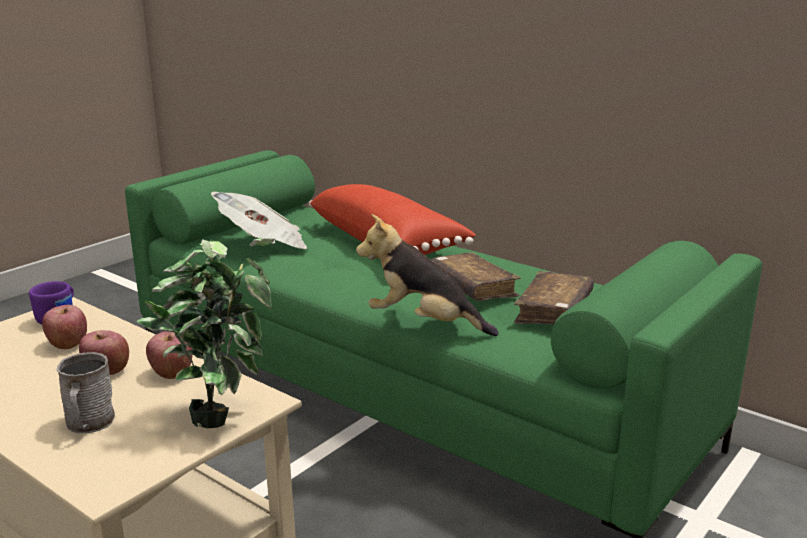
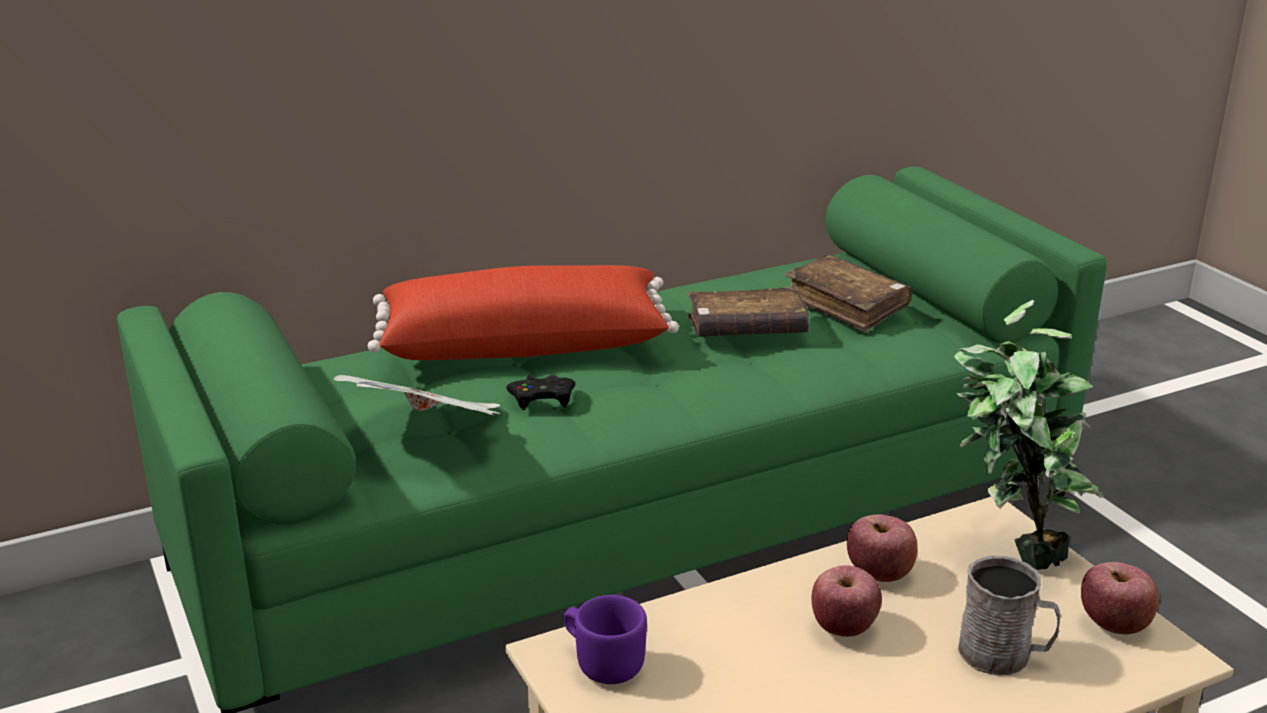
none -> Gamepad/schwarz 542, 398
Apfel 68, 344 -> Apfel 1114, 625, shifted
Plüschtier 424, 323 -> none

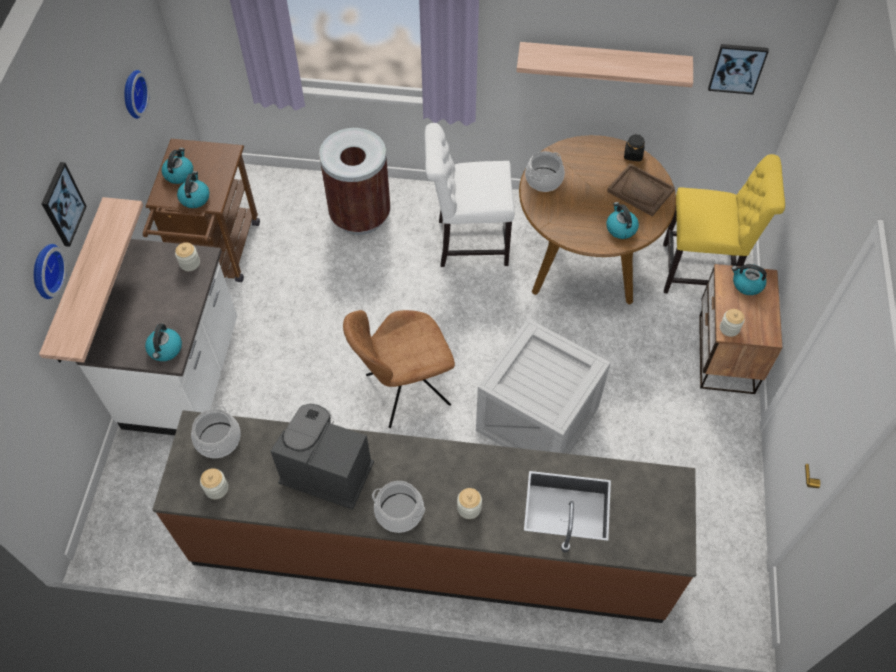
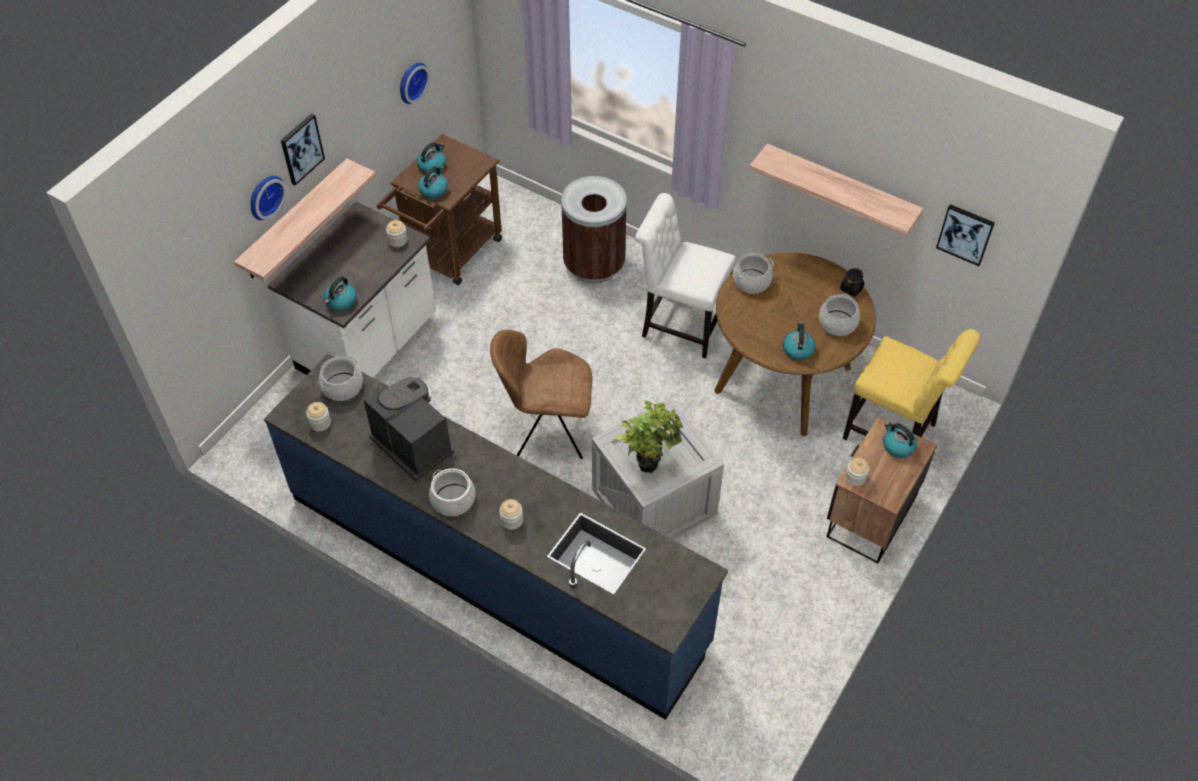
Küchenzeile/braun 430, 547 -> Küchenzeile/blau 496, 568
none -> Topfpflanze 649, 461
Tablett/braun 640, 191 -> Kochtopf 838, 323

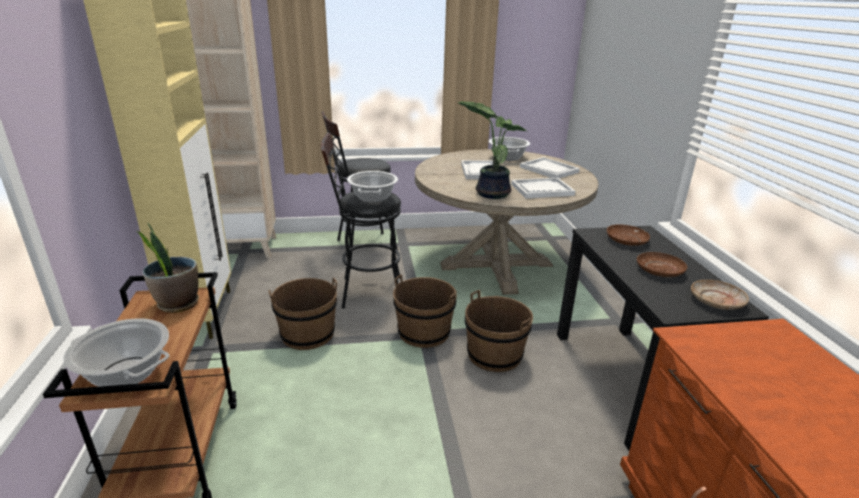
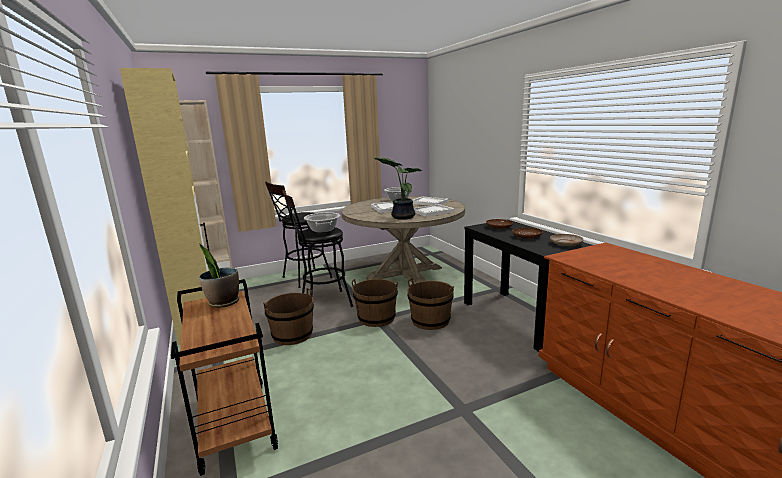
Kochtopf 126, 373 -> none

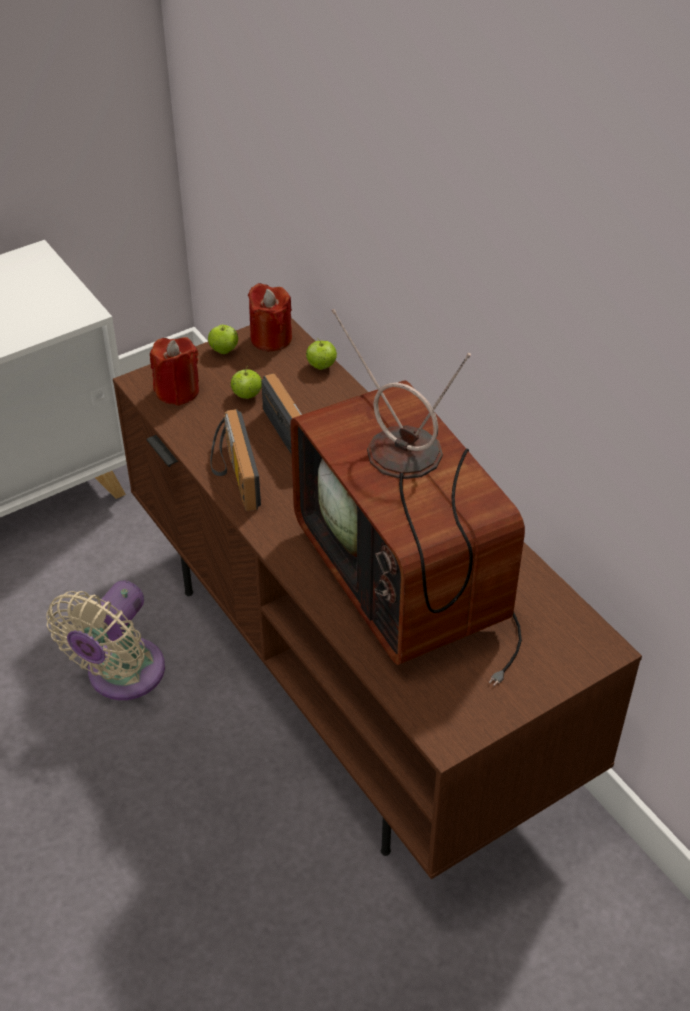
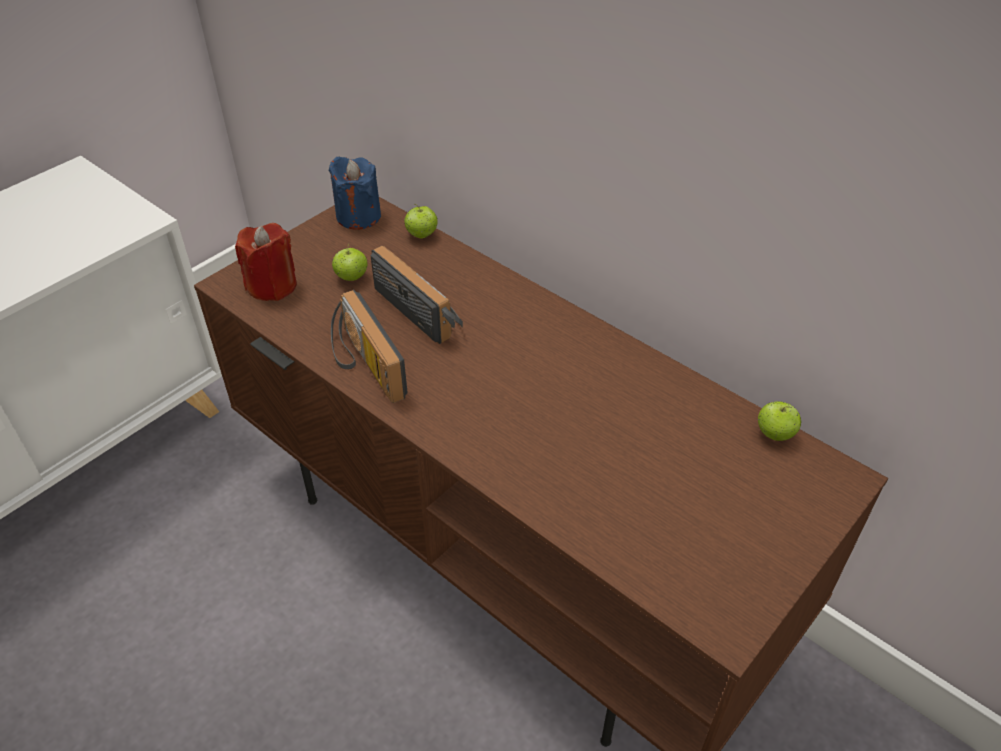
Kerze/rot 271, 338 -> Kerze/blau 358, 216
Apfel 224, 350 -> Apfel 774, 434, shifted
Ventilator/beige 121, 676 -> none
Fernseher 410, 581 -> none

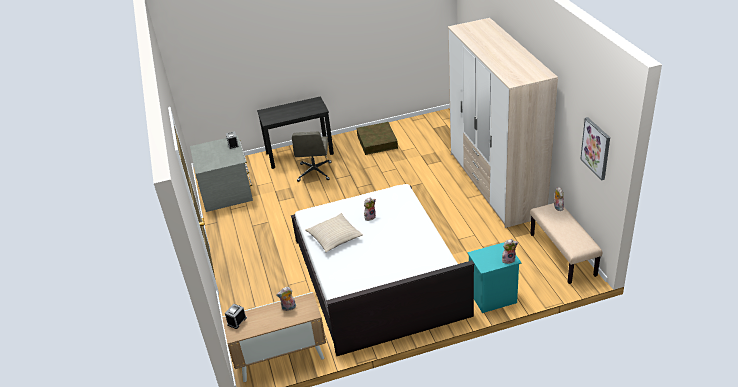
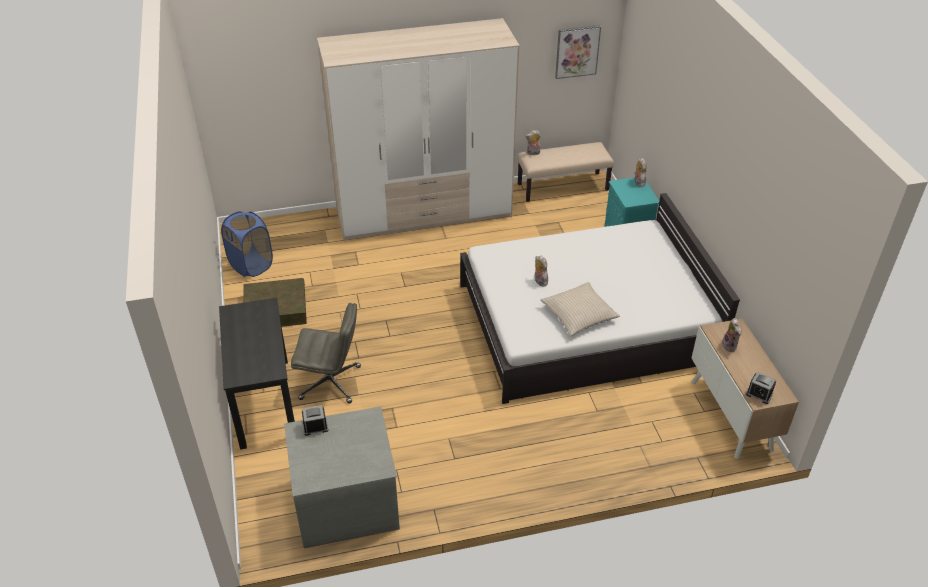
none -> Wäschekorb/blau 251, 265

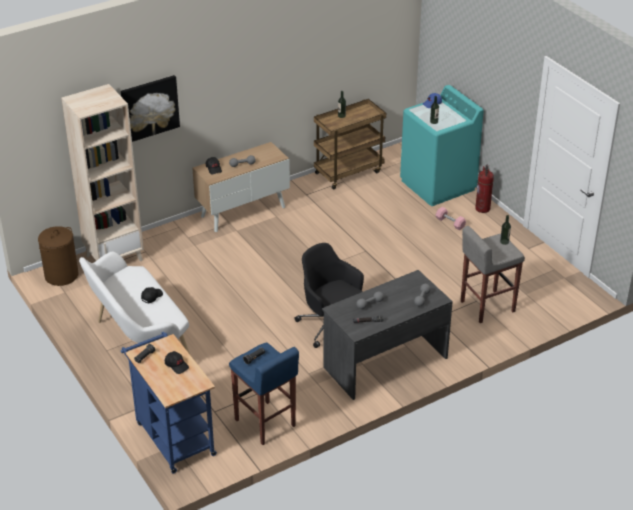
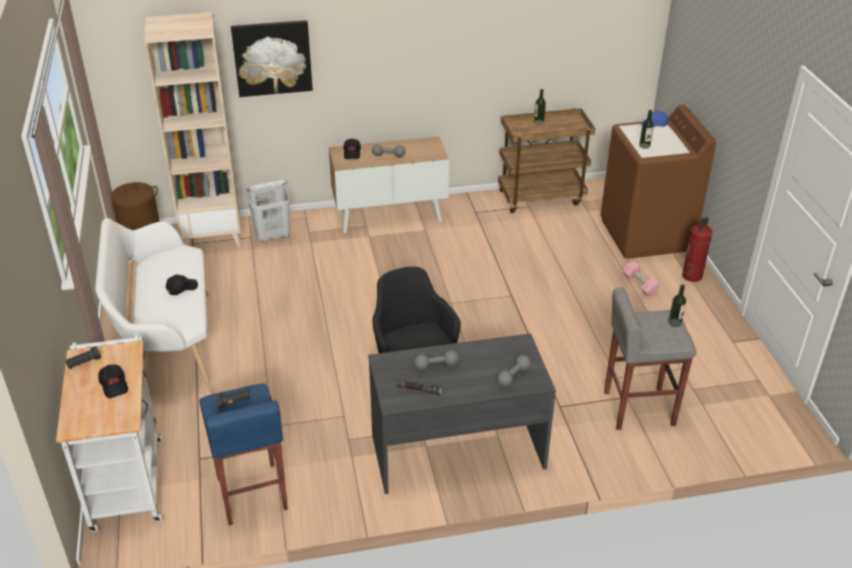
Rollwagen/blau 172, 436 -> Rollwagen/weiß 127, 477
none -> Wäschekorb/weiß 273, 236
Waschmaschine/türkis 438, 185 -> Waschmaschine/braun 646, 235

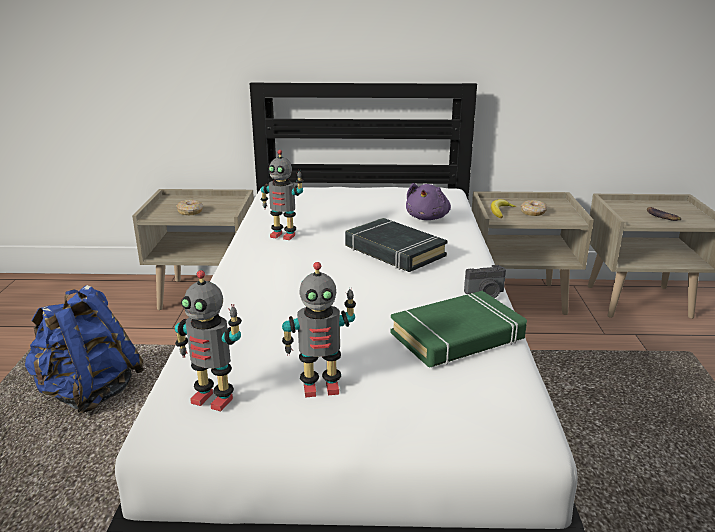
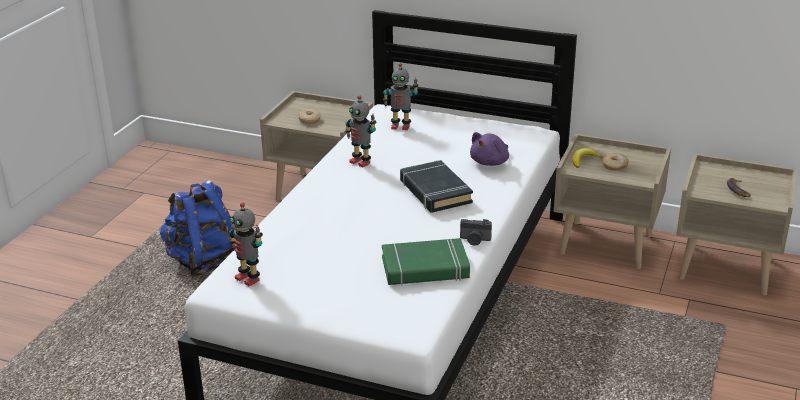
Spielzeugroboter 320, 387 -> Spielzeugroboter 400, 126, shifted

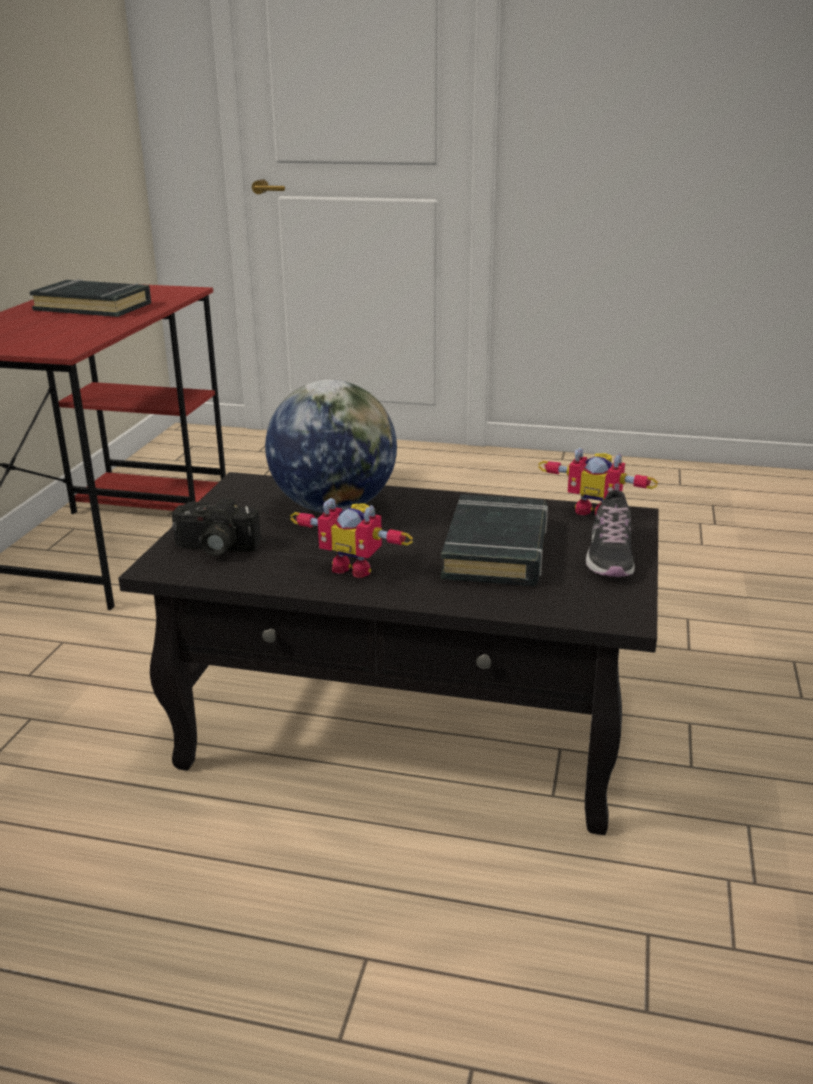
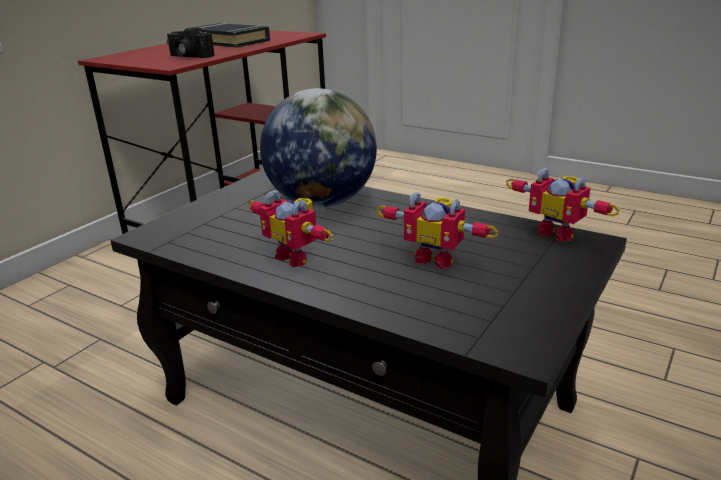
Kamera 214, 548 -> Kamera 188, 56, shifted
Buch/schwarz 497, 550 -> Spielzeugroboter 436, 258
Schuh 610, 555 -> none

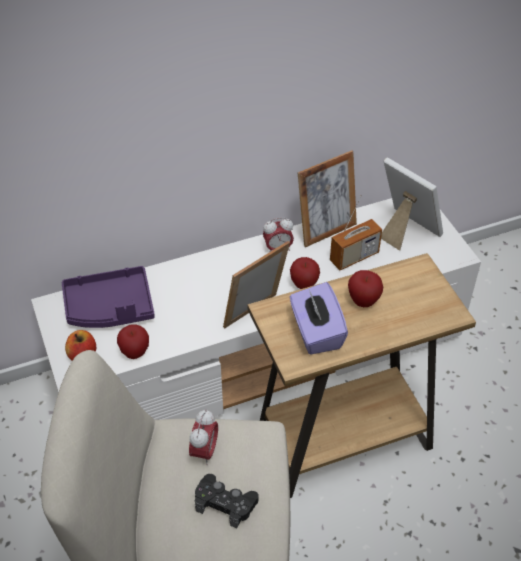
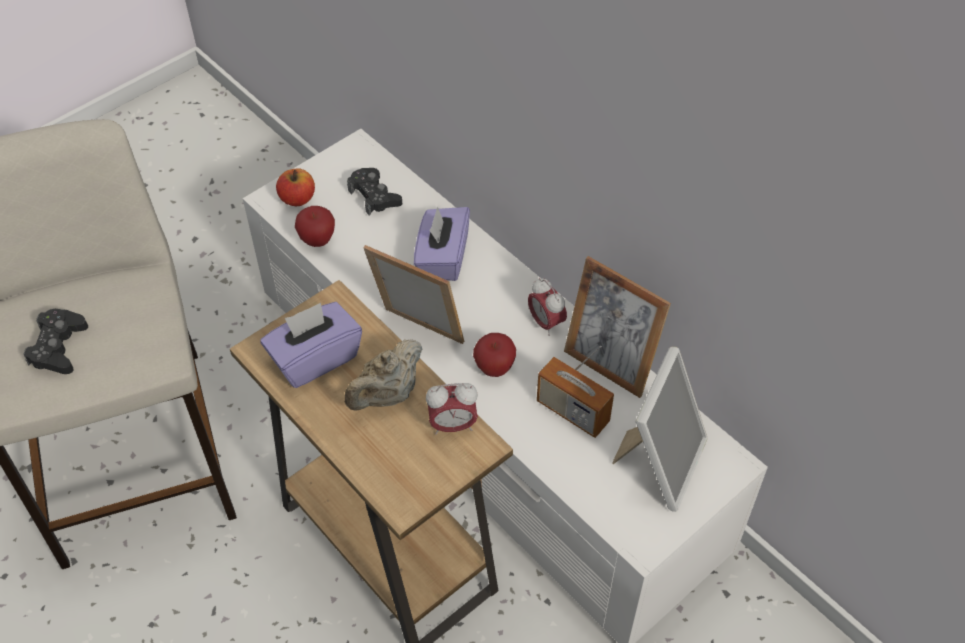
Apfel 363, 301 -> Teekanne/beige 387, 395
Tablett/lila 110, 308 -> Gamepad/schwarz 374, 196
none -> Taschentuchbox/lila 442, 258
Wecker 204, 451 -> Wecker 452, 425, shifted

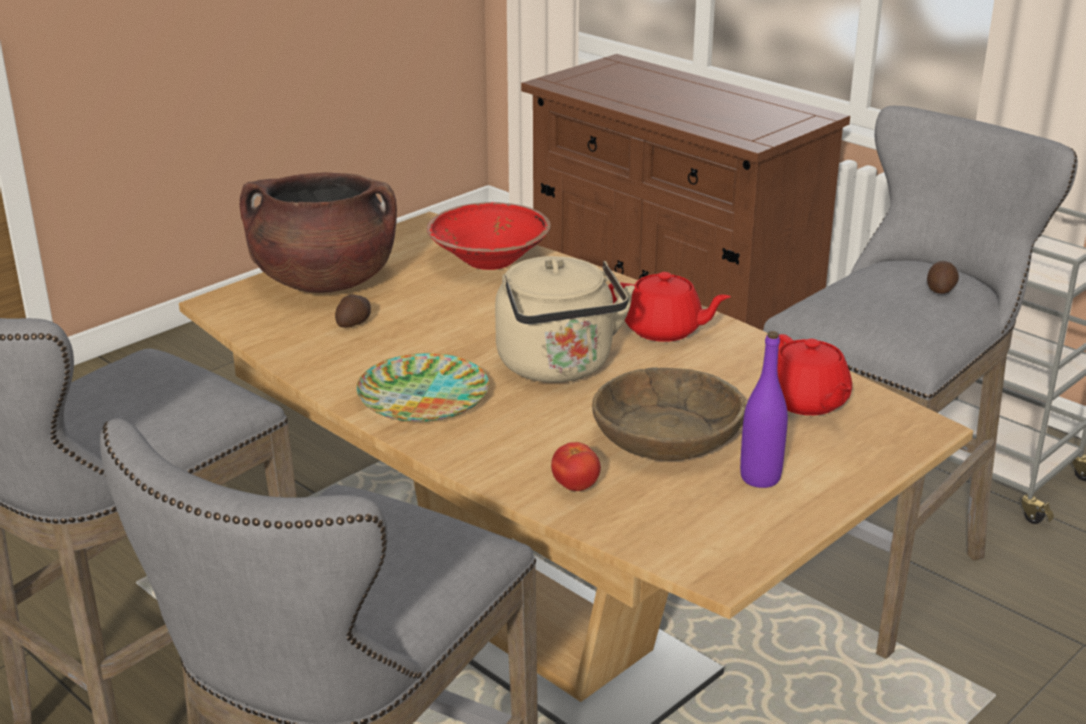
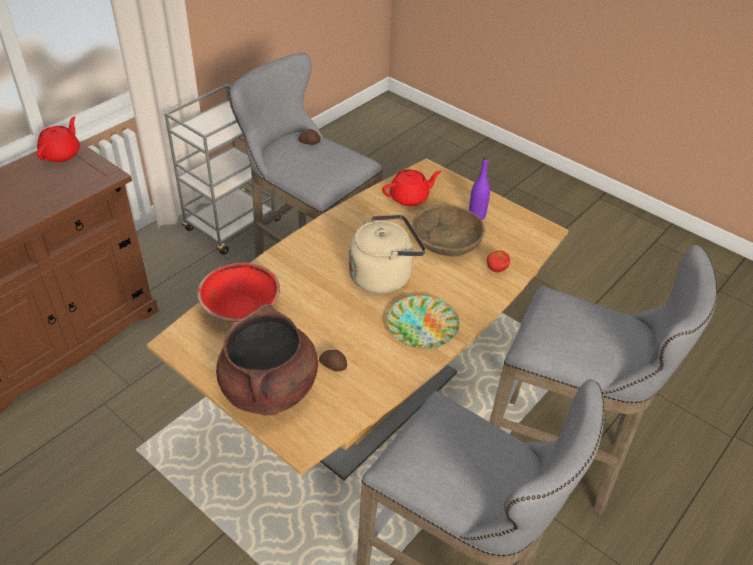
Teekanne/rot 664, 330 -> Teekanne/rot 61, 154, shifted

